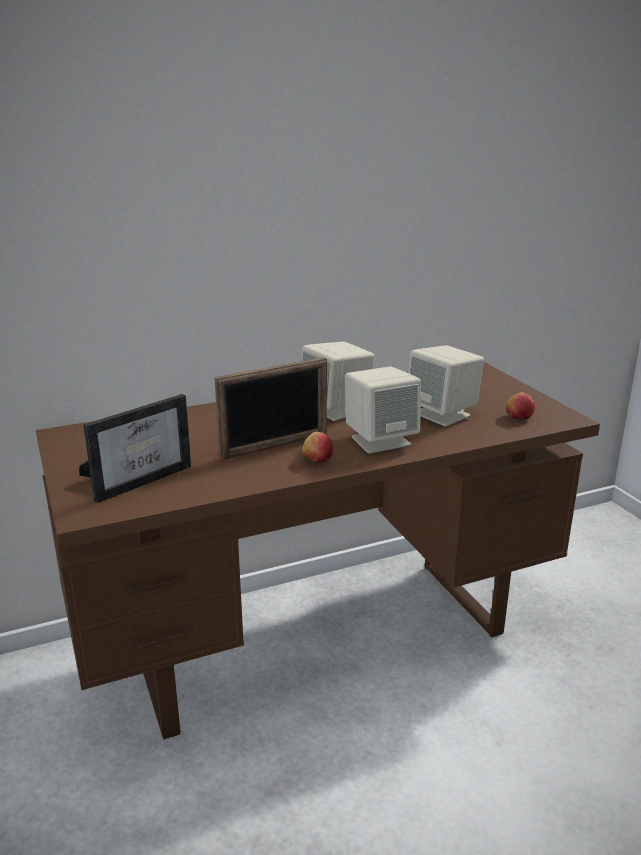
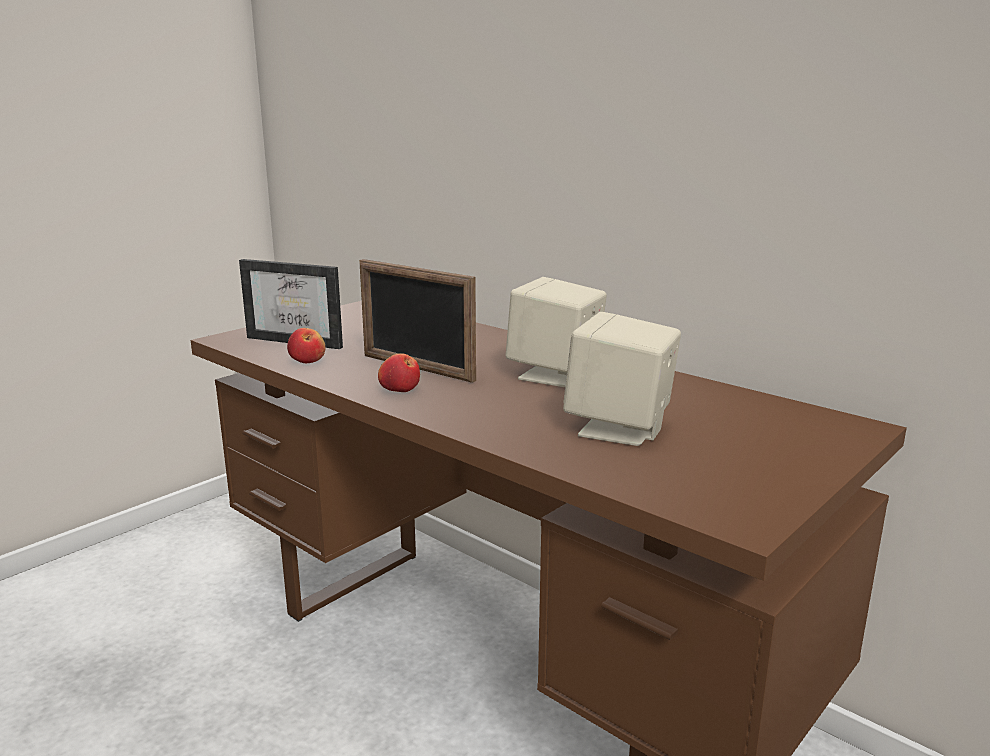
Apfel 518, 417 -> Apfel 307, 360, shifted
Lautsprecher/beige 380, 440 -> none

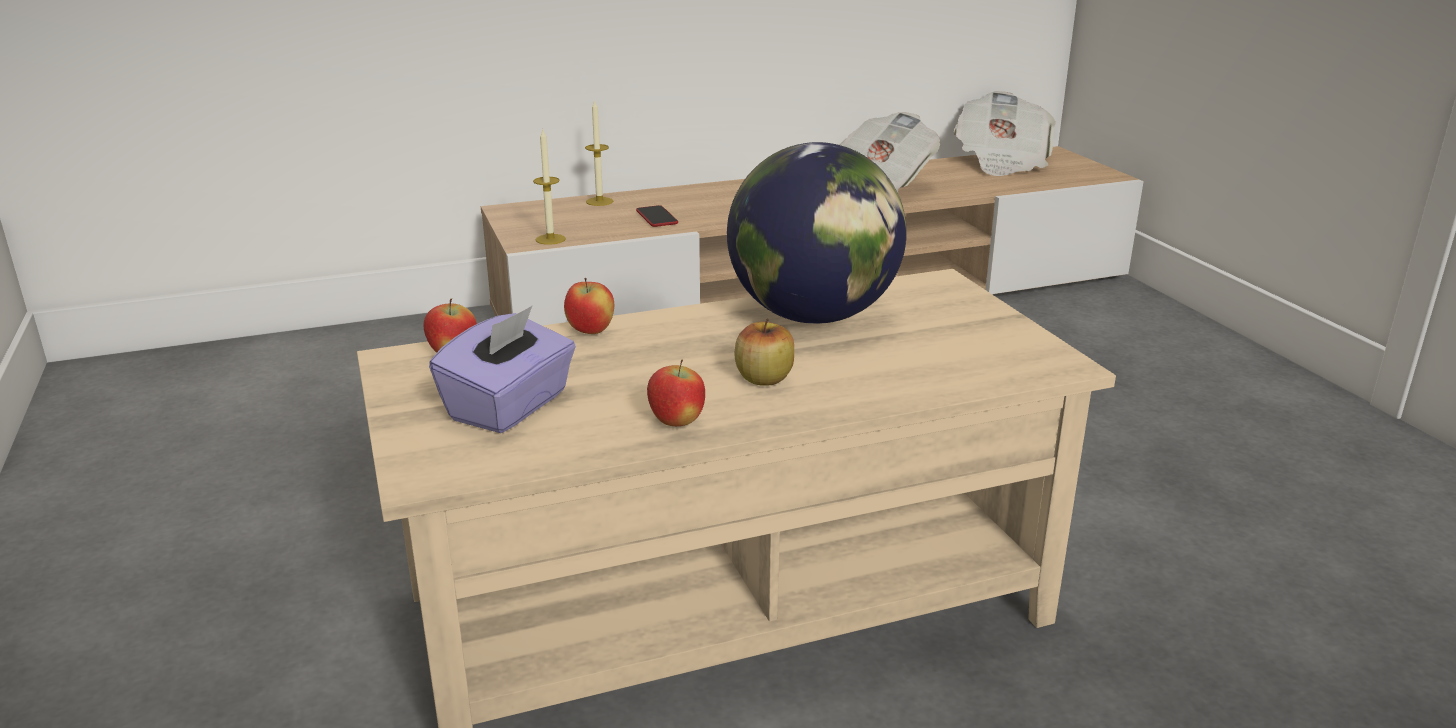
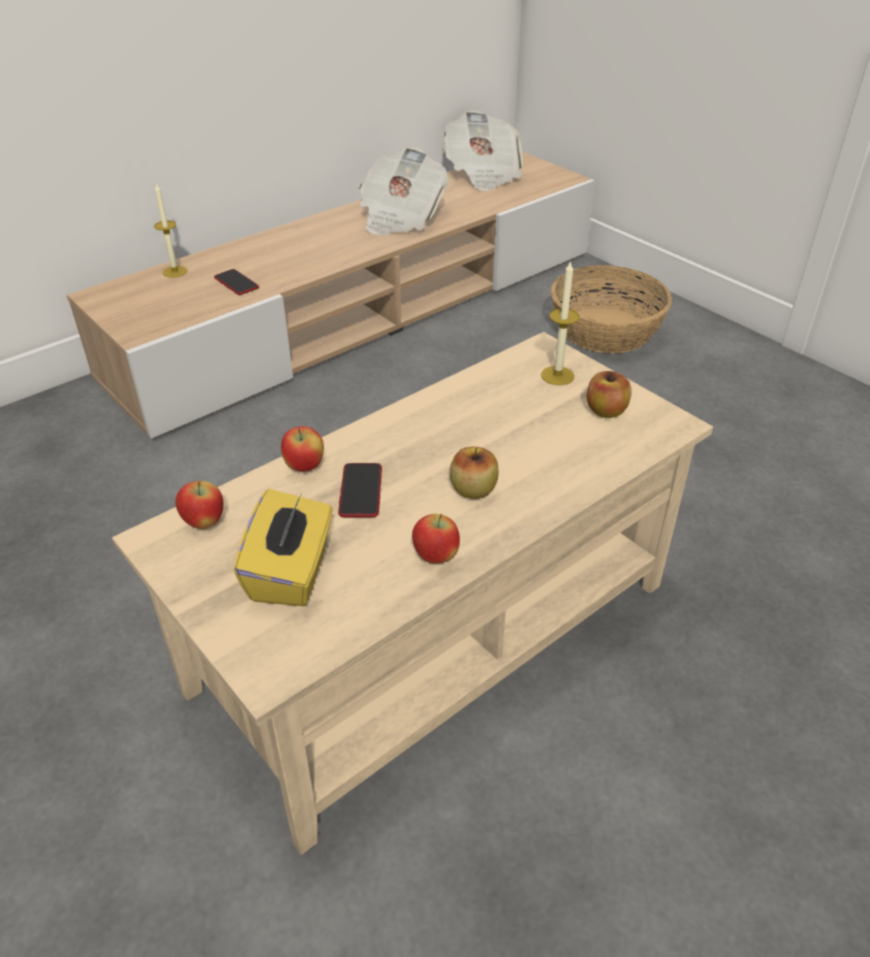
Taschentuchbox/lila 510, 406 -> Taschentuchbox/gelb 291, 572
none -> Handy 360, 491
Kerze 550, 239 -> Kerze 557, 375, shifted
none -> Korb 606, 331
none -> Apfel 606, 411
Globus 813, 316 -> none

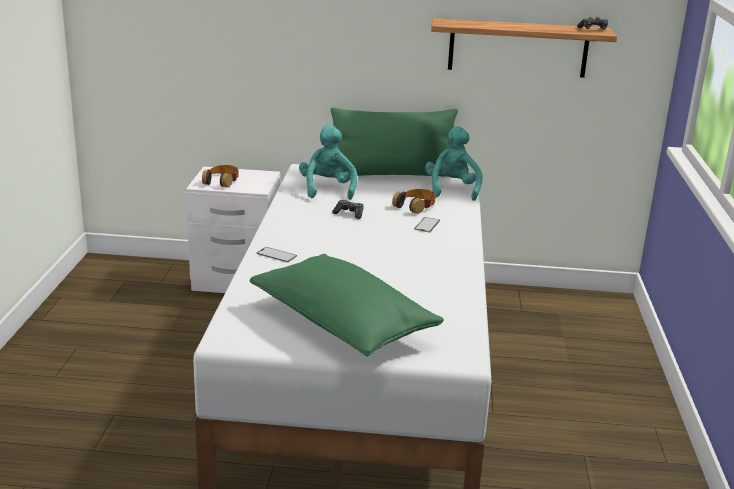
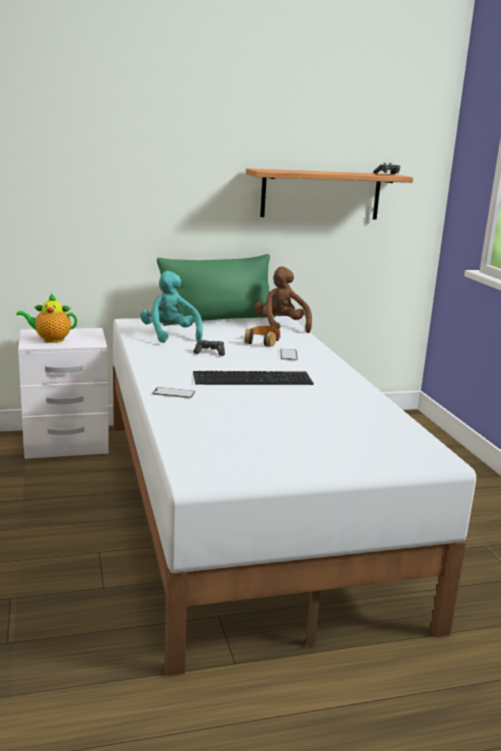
Kopfhörer 221, 181 -> Teekanne 50, 339
none -> Tastatur 253, 377
Plüschtier/türkis 452, 190 -> Plüschtier/braun 281, 327
Kissen/grün 342, 324 -> none

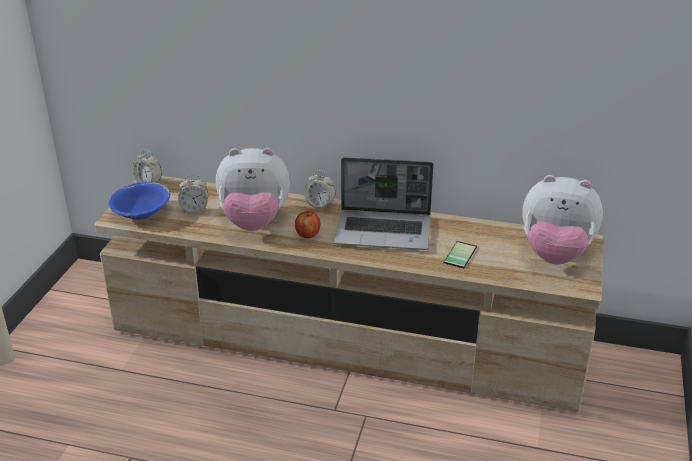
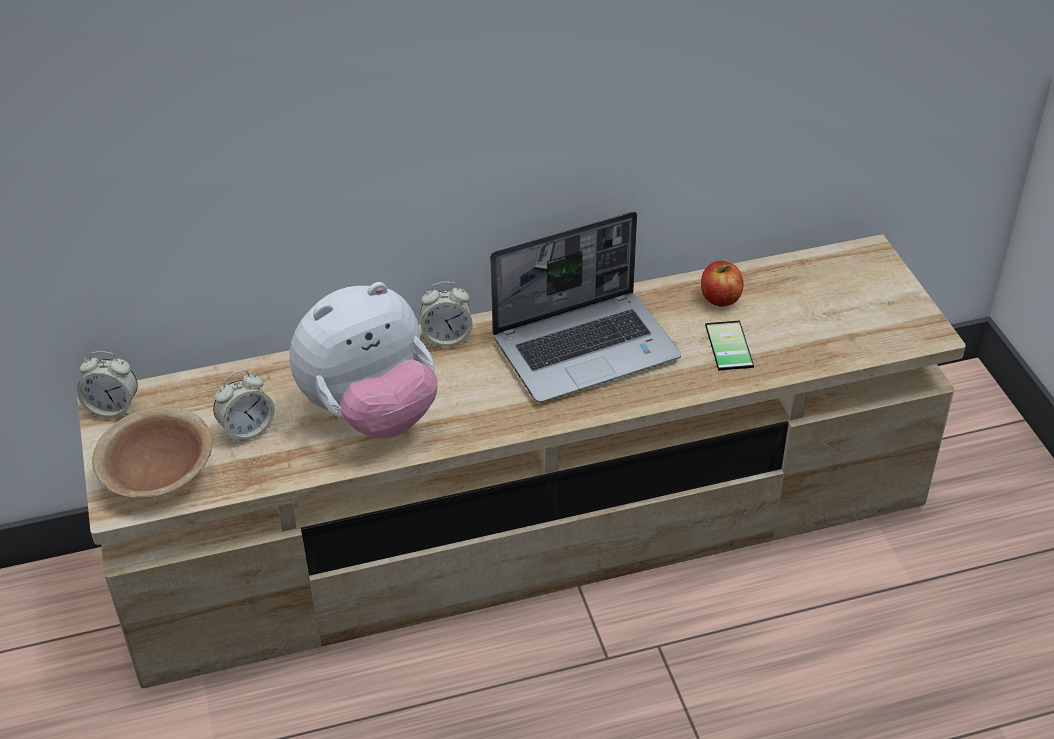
Schüssel/blau 141, 213 -> Schüssel/braun 158, 474
Apfel 307, 234 -> Apfel 720, 298, shifted
Plüschtier 555, 254 -> none

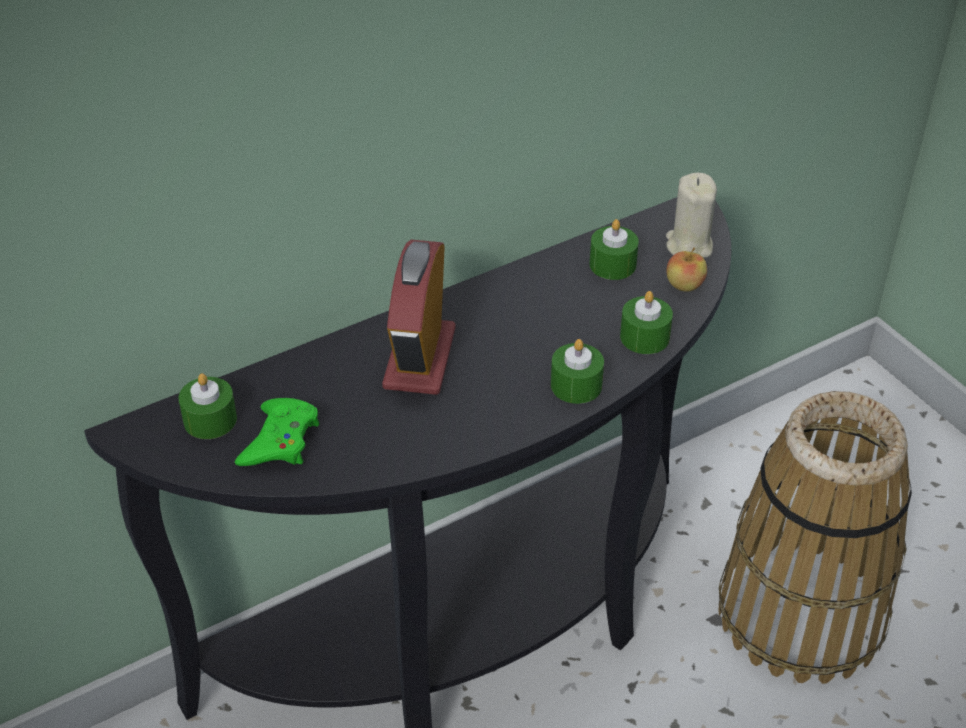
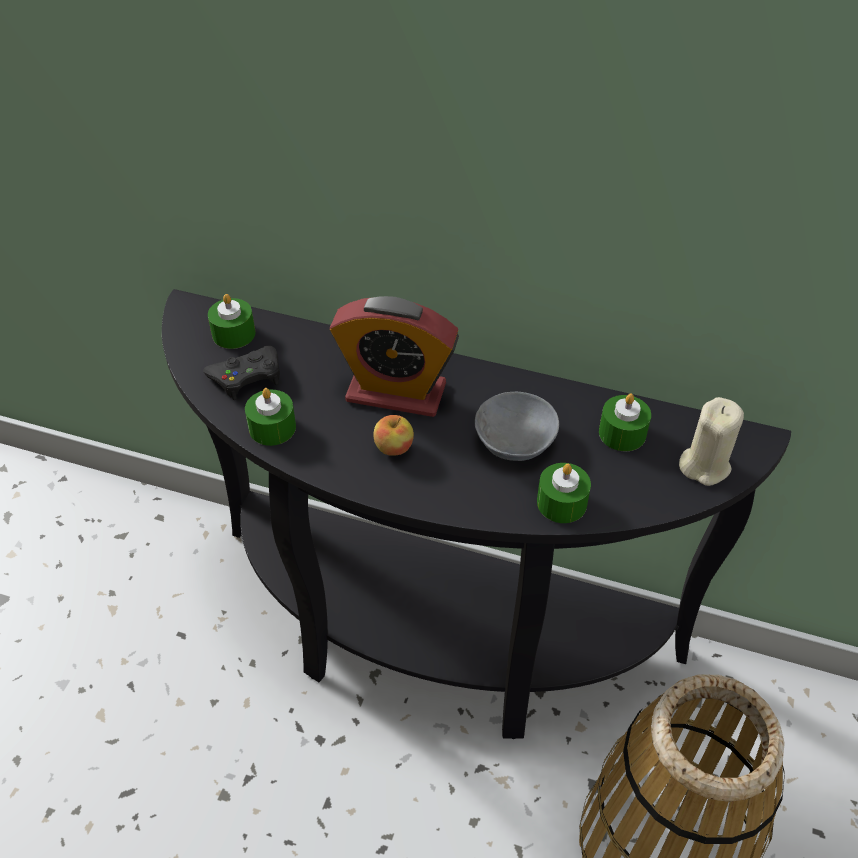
Gamepad/grün 280, 440 -> Gamepad/schwarz 247, 376
Kerze/grün 576, 385 -> Kerze/grün 272, 427, shifted
Wecker 420, 358 -> Wecker 396, 392, 135 degrees counterclockwise
Apfel 684, 286 -> Apfel 394, 448, shifted
none -> Schüssel/grau 517, 442

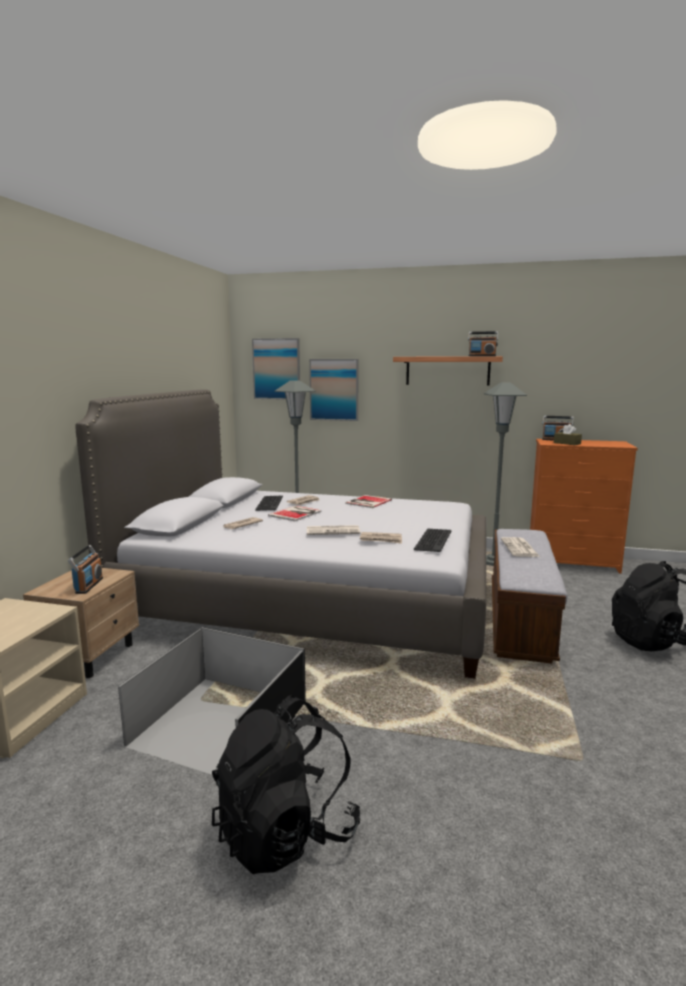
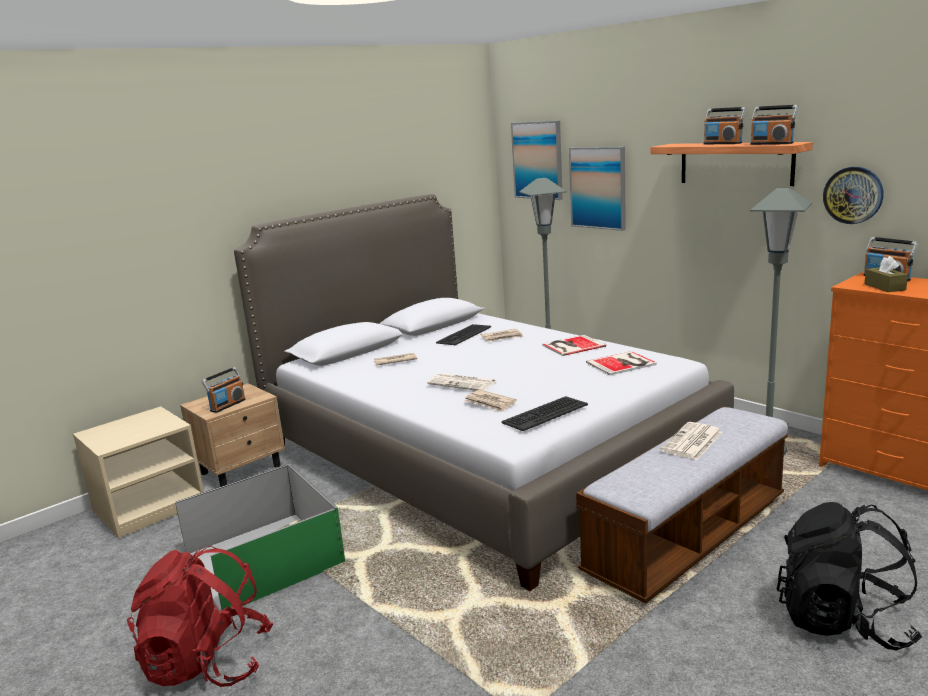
Rucksack/schwarz 285, 833 -> Rucksack/rot 208, 664
Aufbewahrungsbox/schwarz 218, 723 -> Aufbewahrungsbox/grün 262, 557
Buch 296, 513 -> Buch 623, 363, shifted
none -> Radio 723, 143
none -> Wanduhr 853, 195

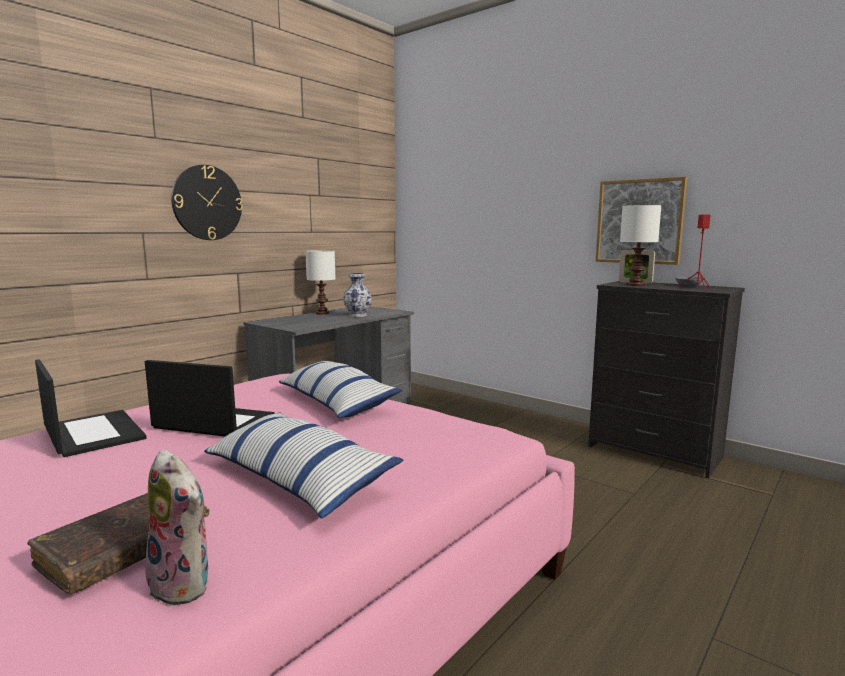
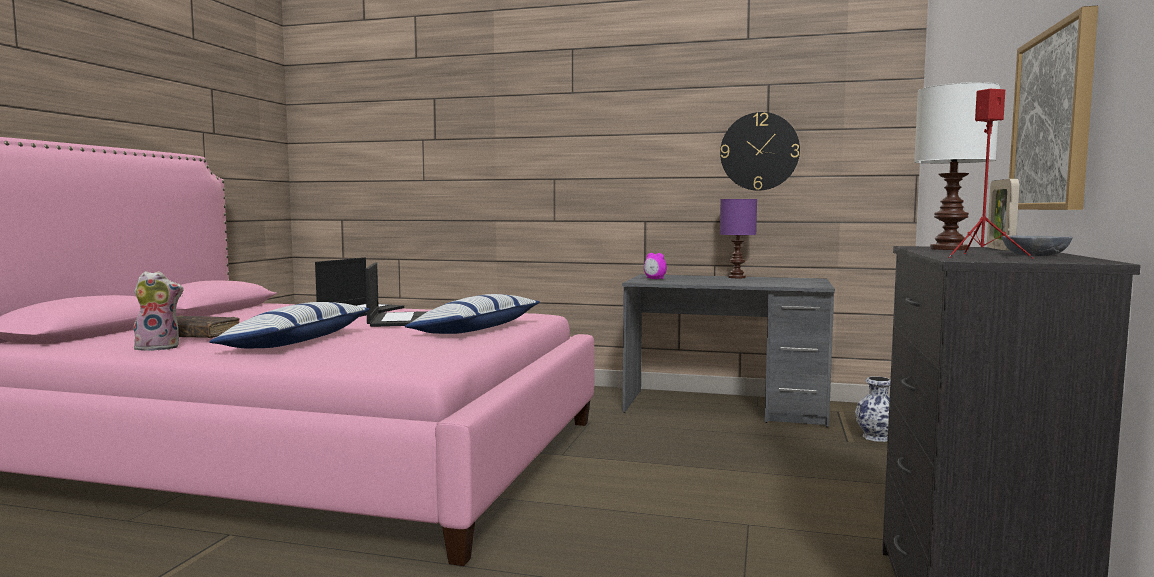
Plüschtier 186, 584 -> Plüschtier 159, 347, 120 degrees counterclockwise
none -> Wecker 654, 279
Wanduhr 207, 203 -> Wanduhr 759, 151, shifted
Tischlampe/weiß 321, 313 -> Tischlampe/lila 736, 277
Vase 357, 315 -> Vase 875, 437, shifted

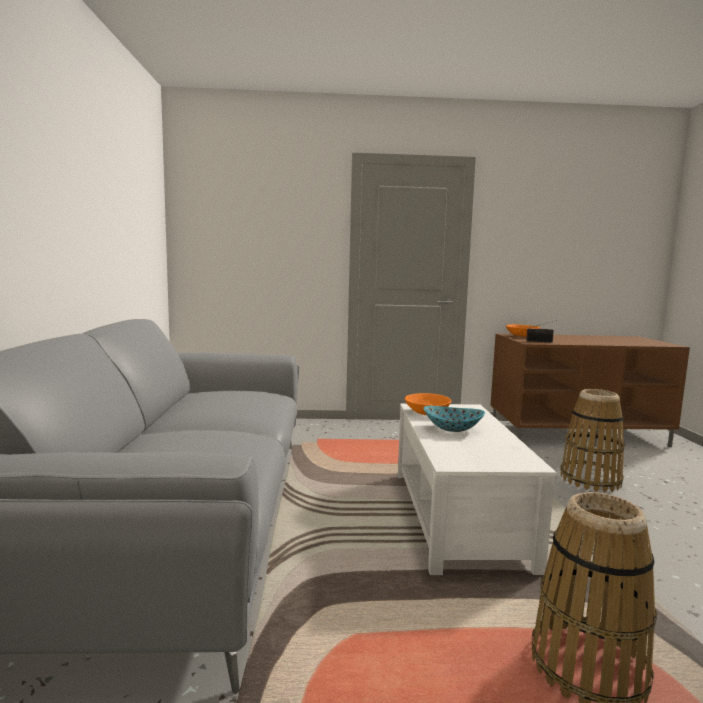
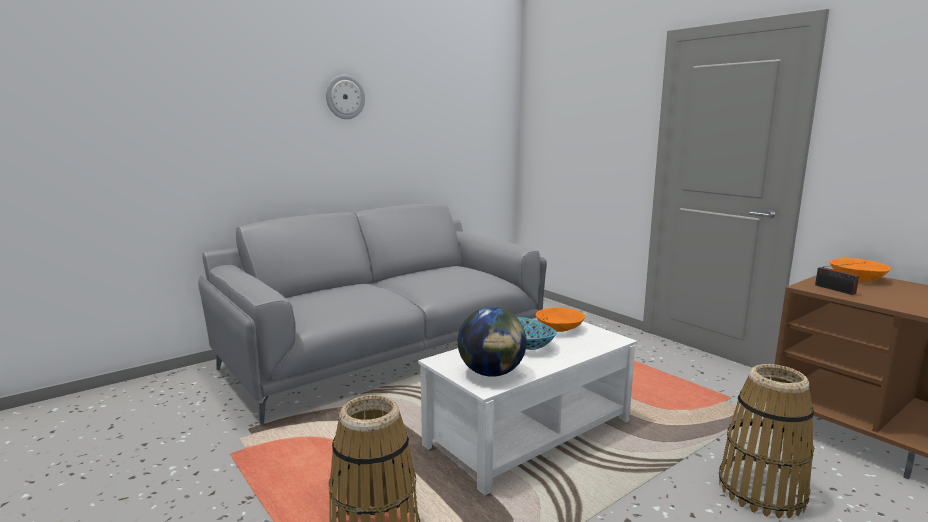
none -> Wanduhr 345, 97
none -> Globus 491, 373

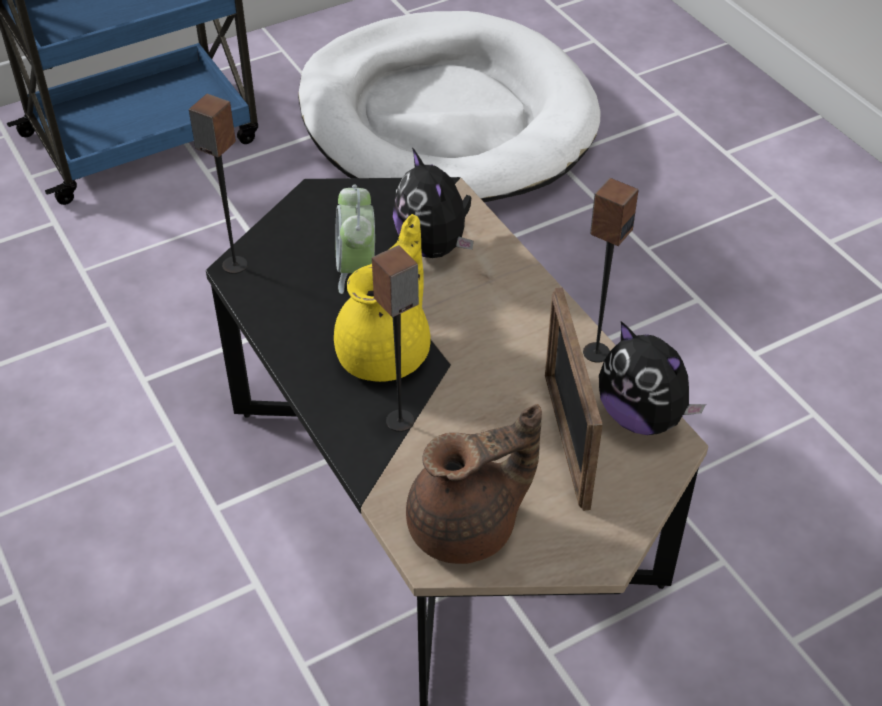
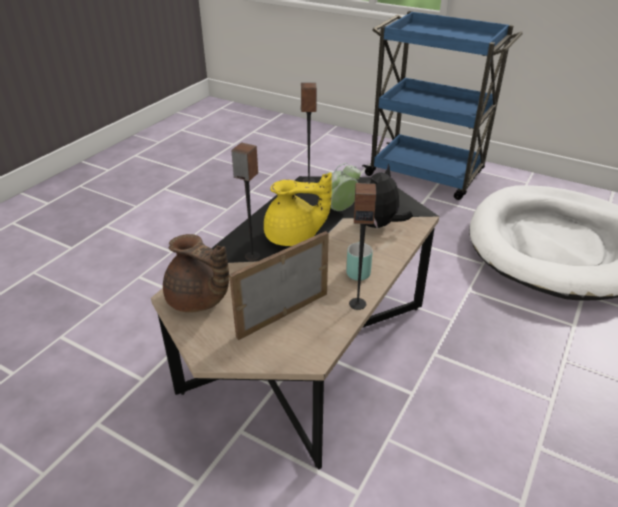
none -> Henkelbecher/türkis 356, 270
Plüschtier 642, 417 -> none

